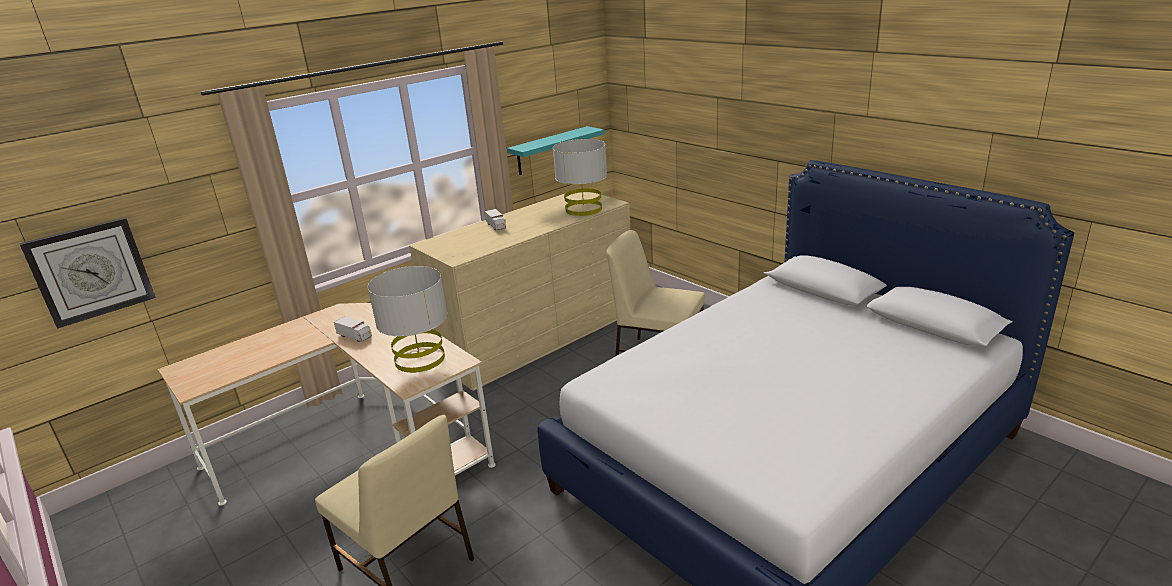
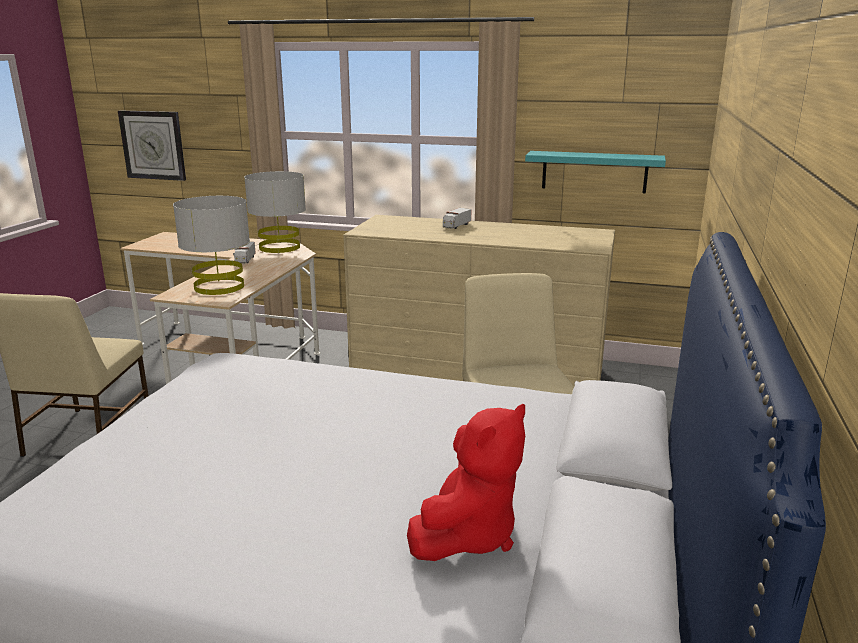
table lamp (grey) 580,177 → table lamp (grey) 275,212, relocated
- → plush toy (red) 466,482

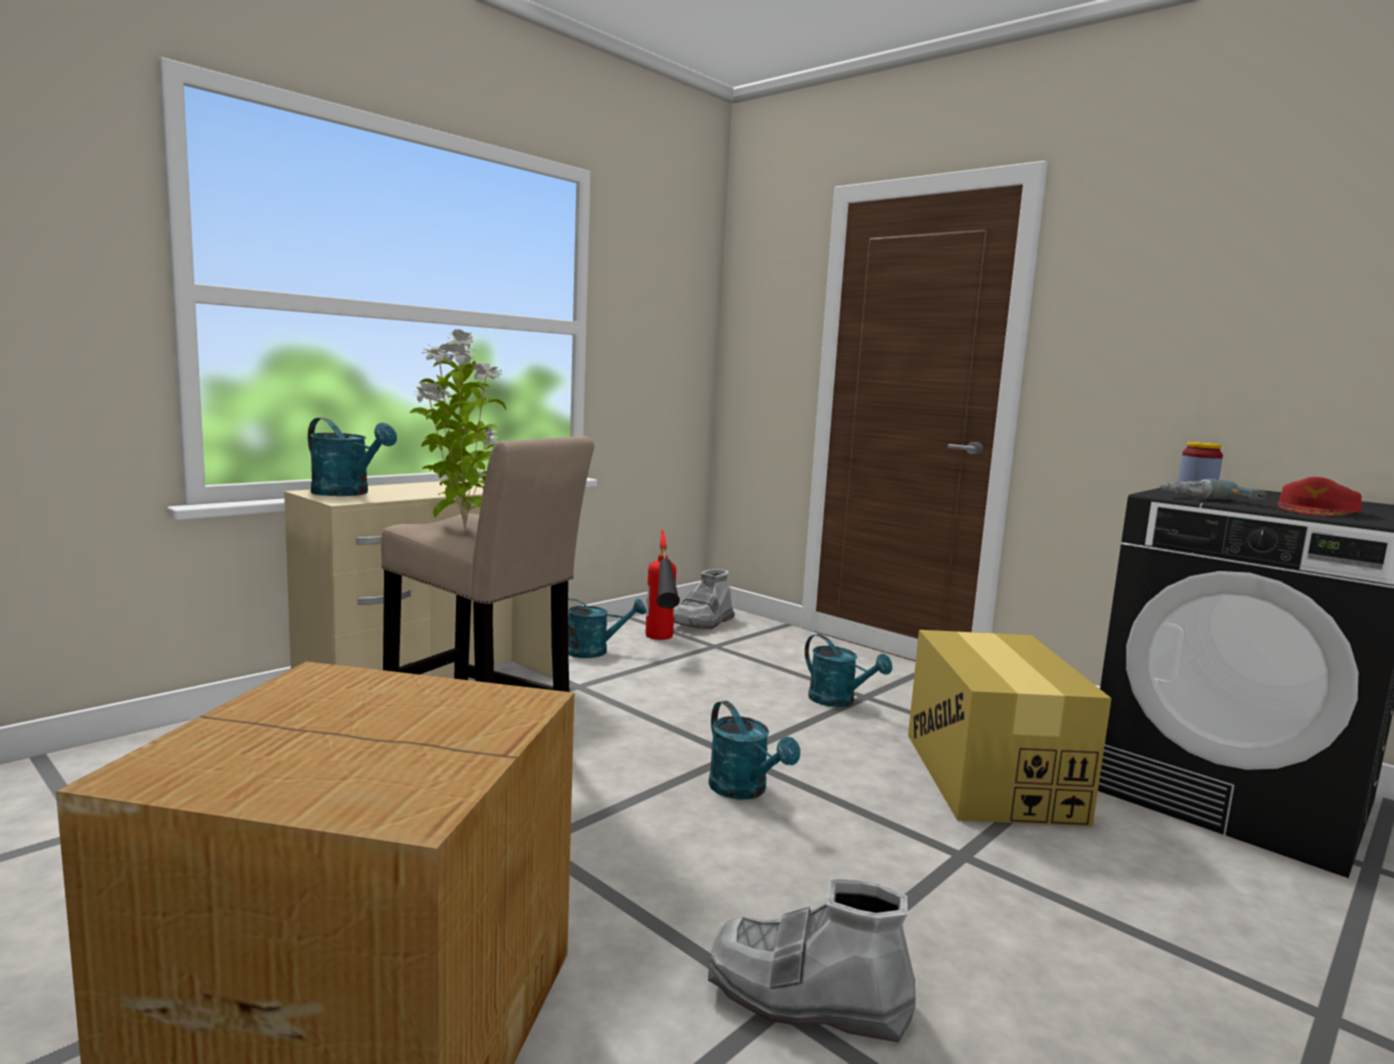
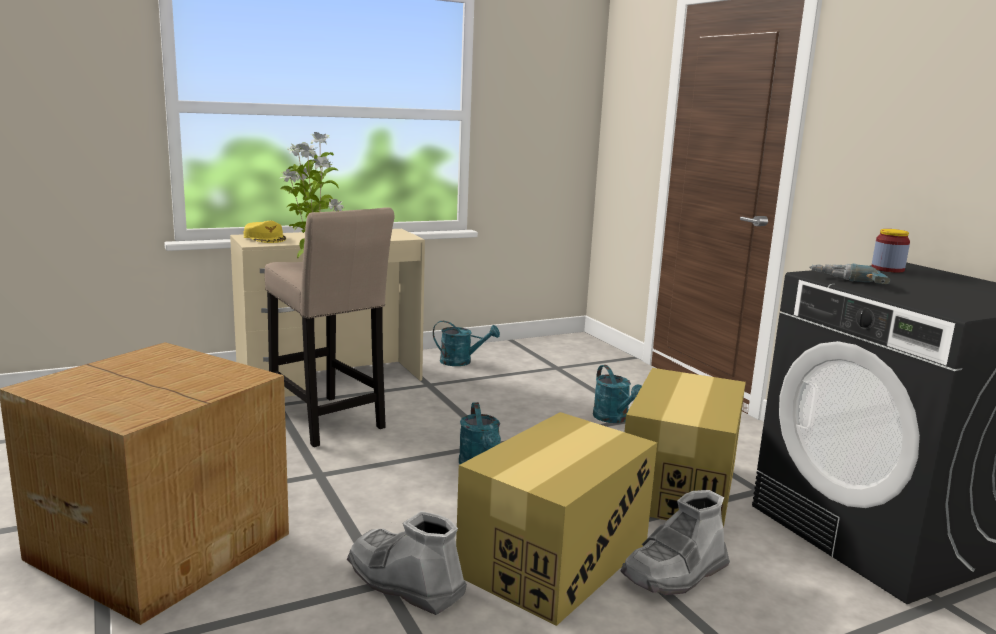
watering can (turquoise) 352,457 → cap (yellow) 264,232
cap (red) 1320,496 → -
fire extinguisher 663,585 → -
boot (grey) 704,599 → boot (grey) 675,542, relocated
- → cardboard box 556,519

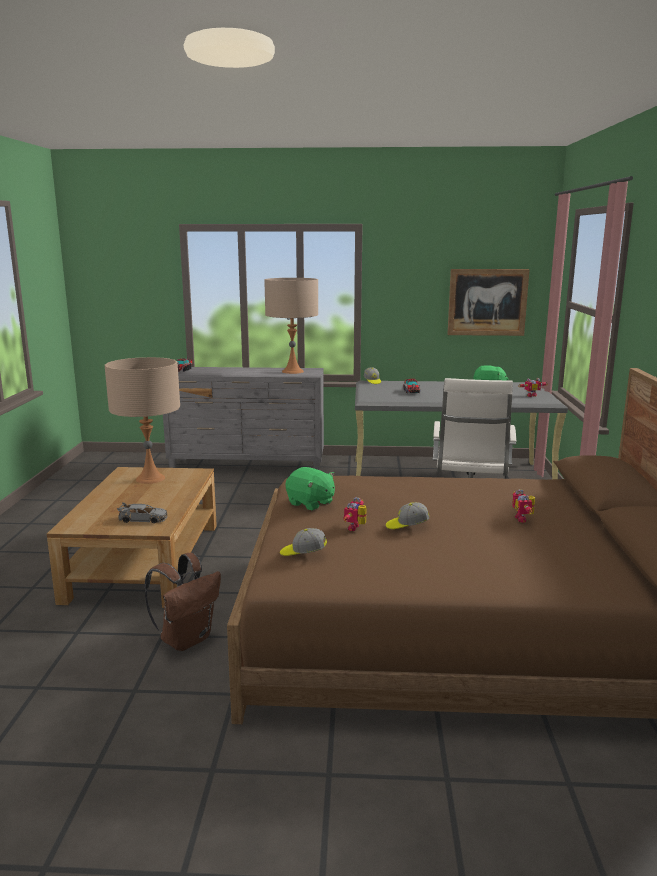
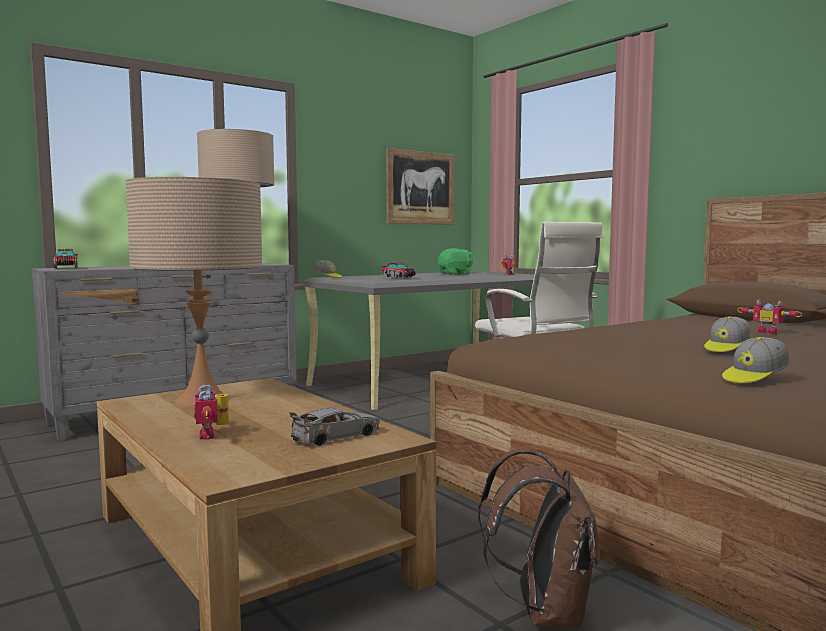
plush toy (green) 310,489 → -
toy robot 354,514 → toy robot 211,412, relocated

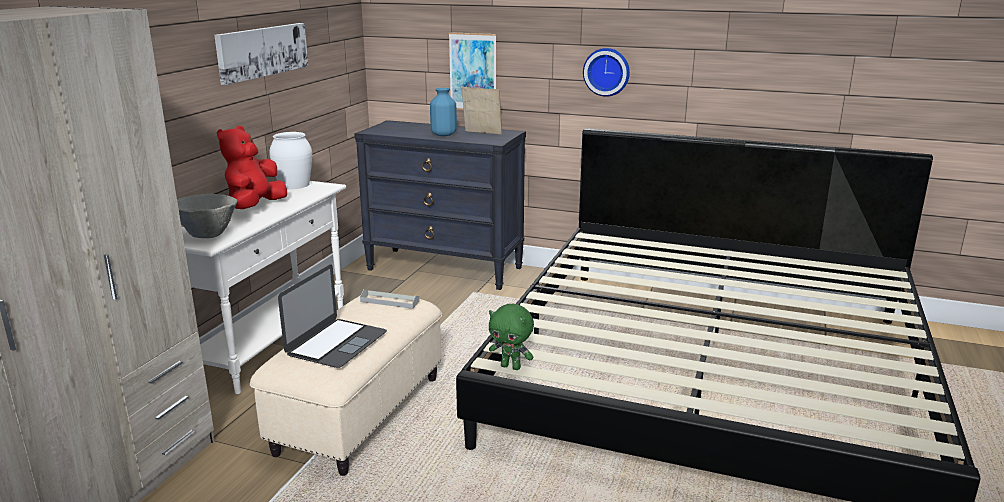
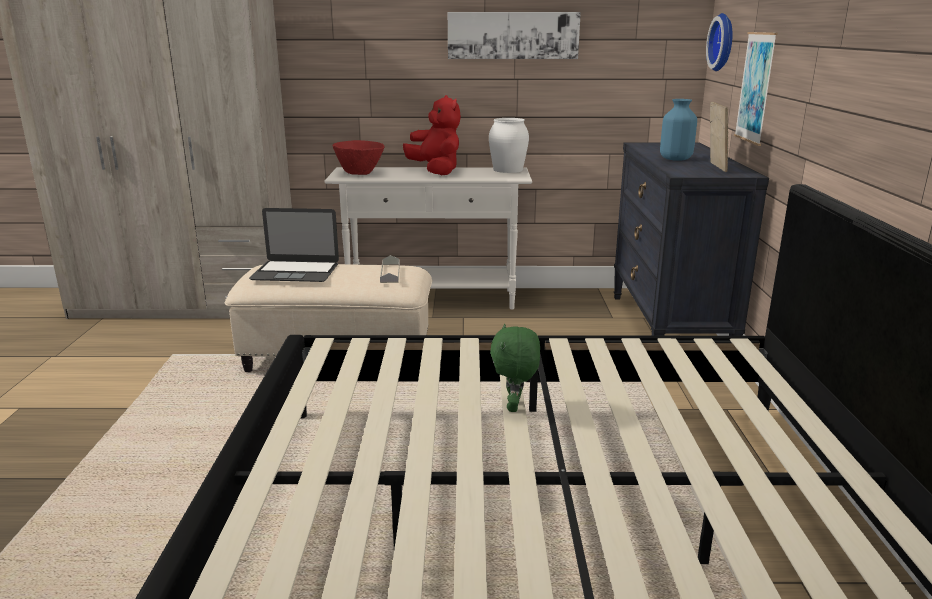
wall clock 606,72 → wall clock 719,42, relocated
plush toy (red) 252,167 → plush toy (red) 432,135, 60 degrees clockwise
bowl (grey) 207,216 → bowl (red) 358,157
plush toy (green) 511,337 → plush toy (green) 515,368, relocated

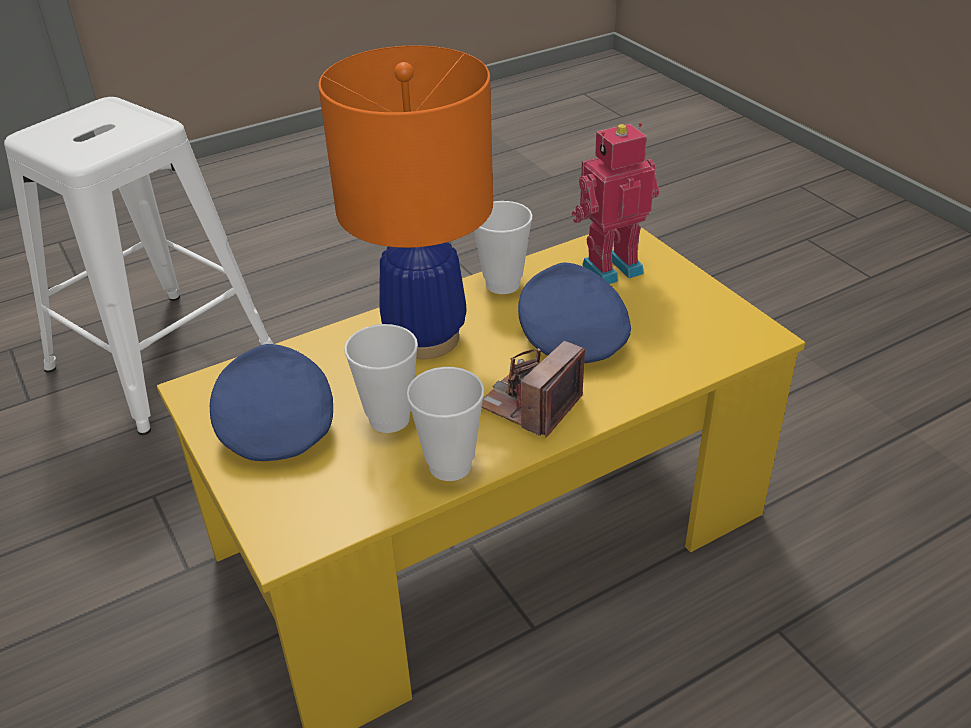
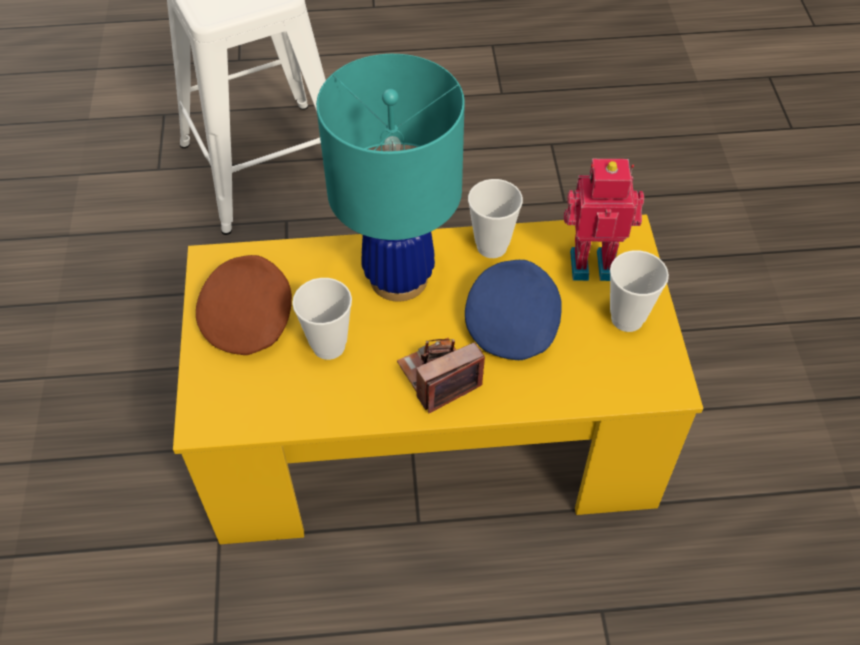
table lamp (orange) 405,202 → table lamp (turquoise) 390,178
cap (blue) 271,402 → cap (brown) 244,305
cup 445,424 → cup 639,291, relocated

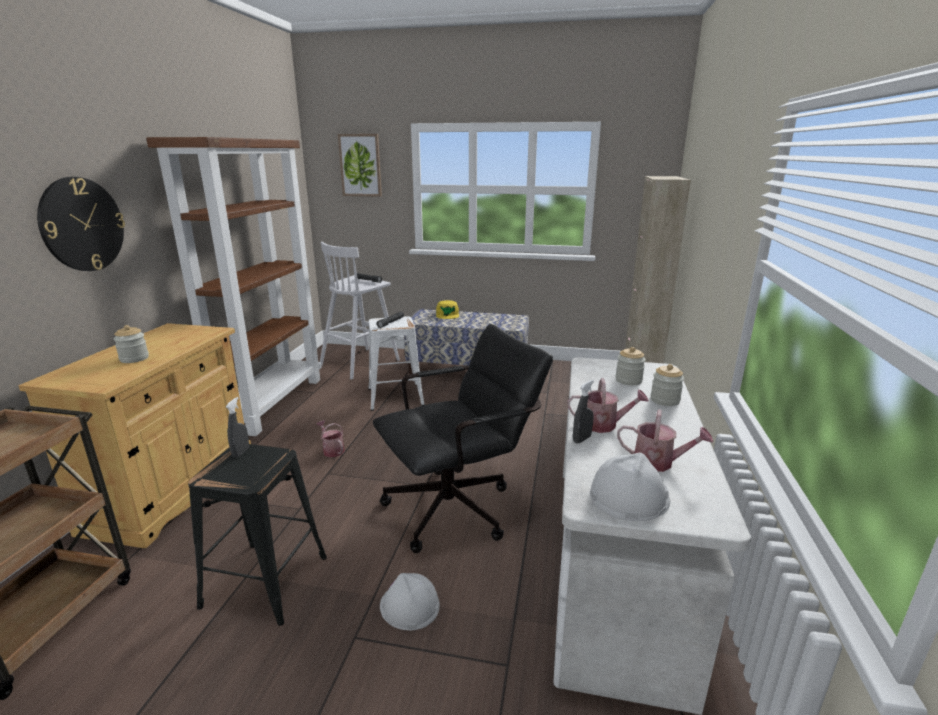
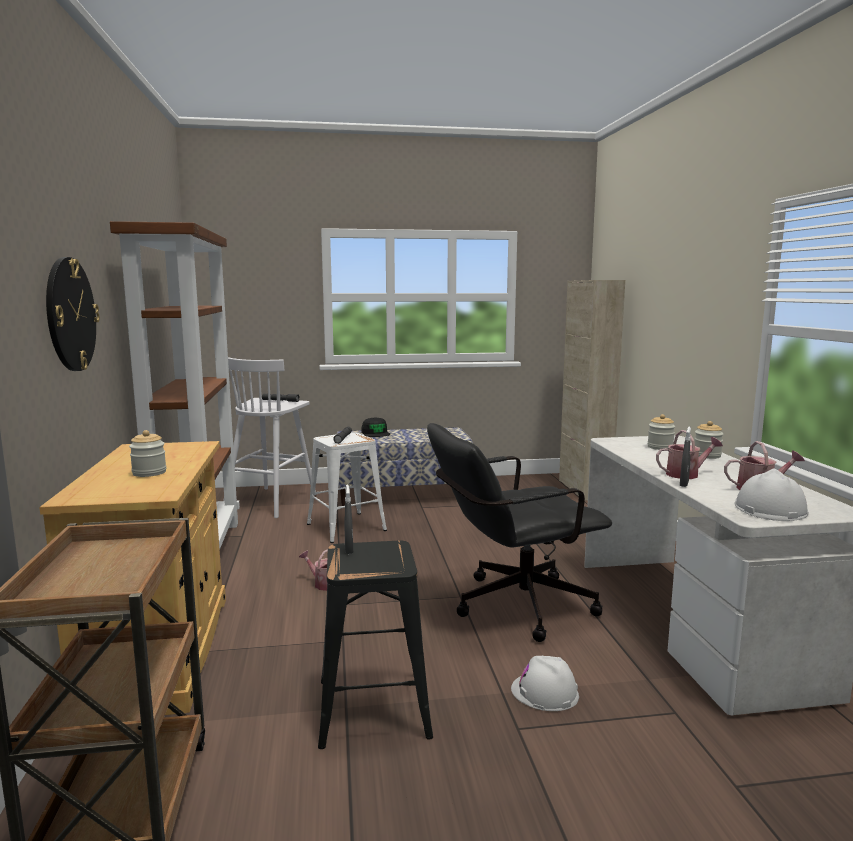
picture 360,165 → -
cap (yellow) 447,309 → cap (black) 375,427
office chair (black) 463,438 → office chair (black) 519,532, 150 degrees counterclockwise

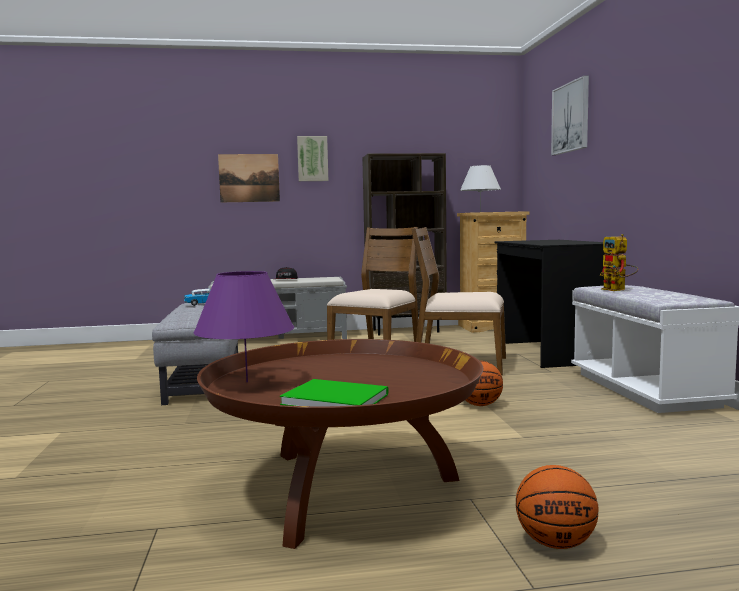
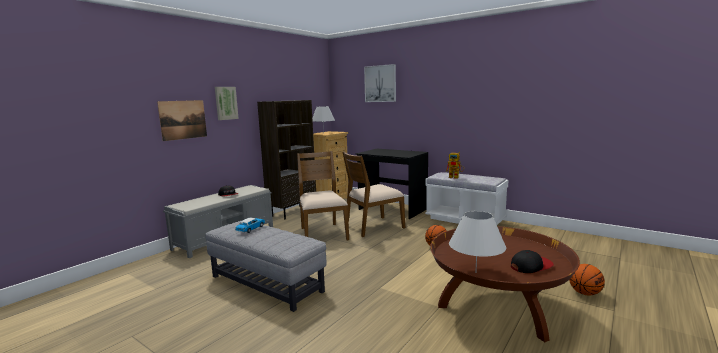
table lamp (purple) 244,326 → table lamp (white) 477,242
book (green) 334,392 → cap 532,261

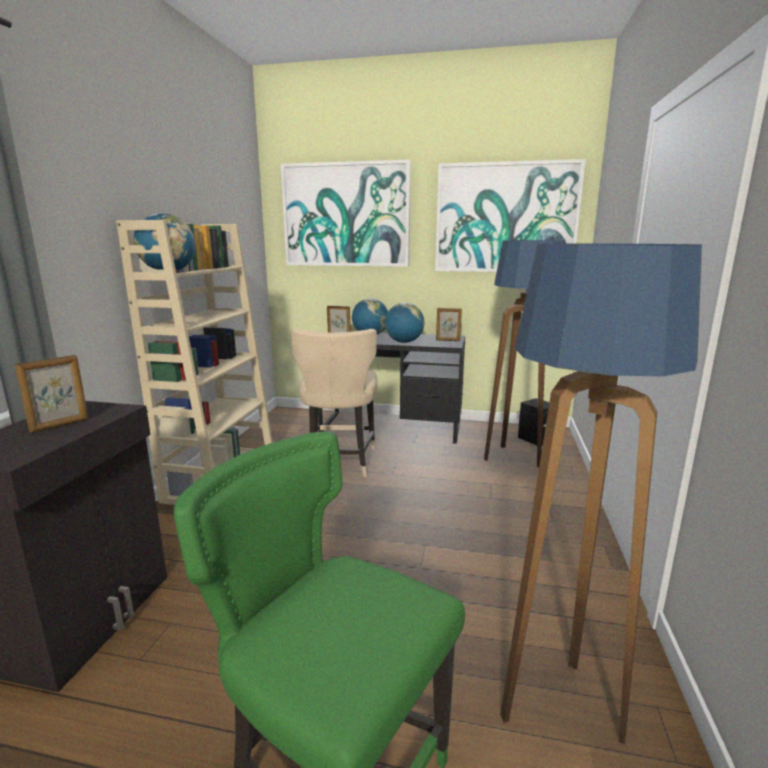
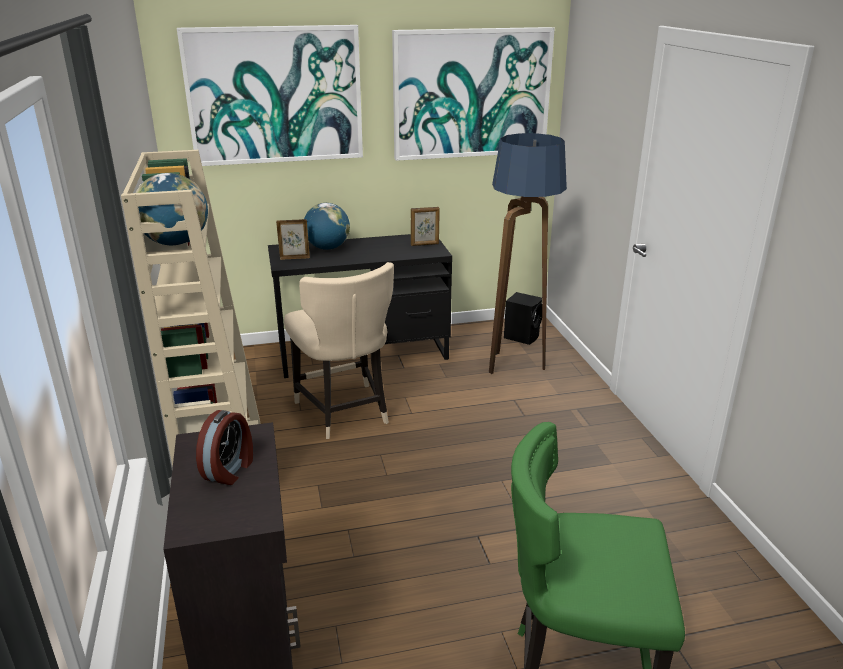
floor lamp 601,494 → -
globe 405,323 → -
picture frame 51,394 → alarm clock 224,447

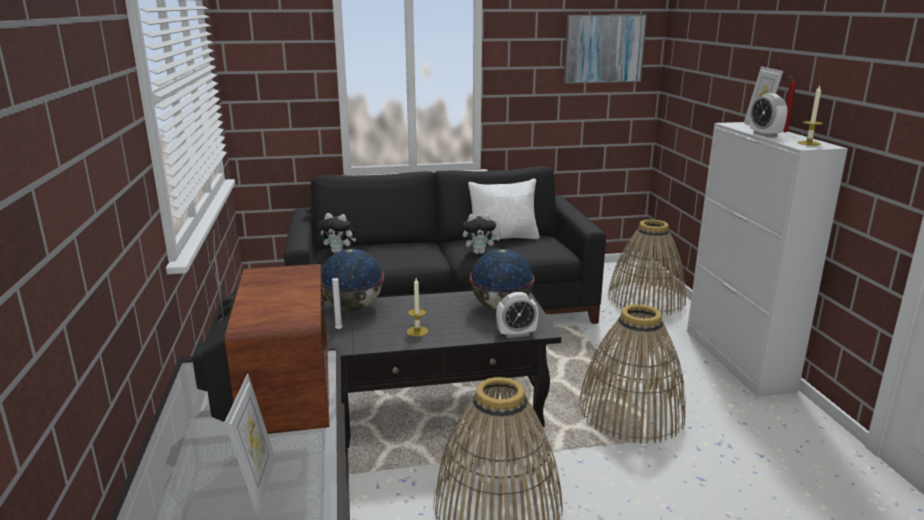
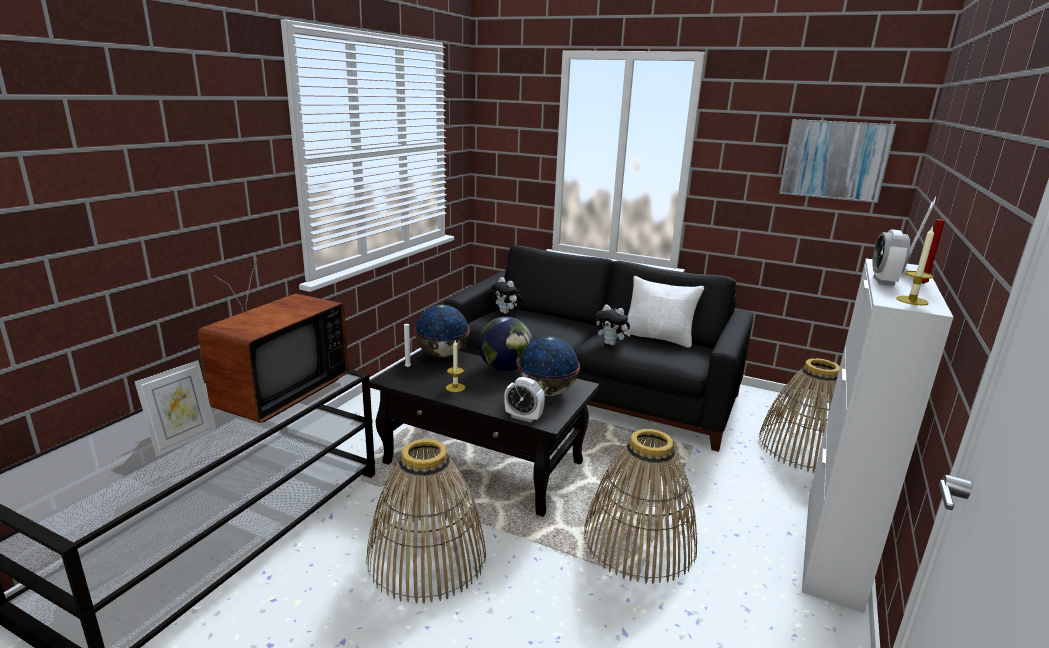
- → globe 505,344

